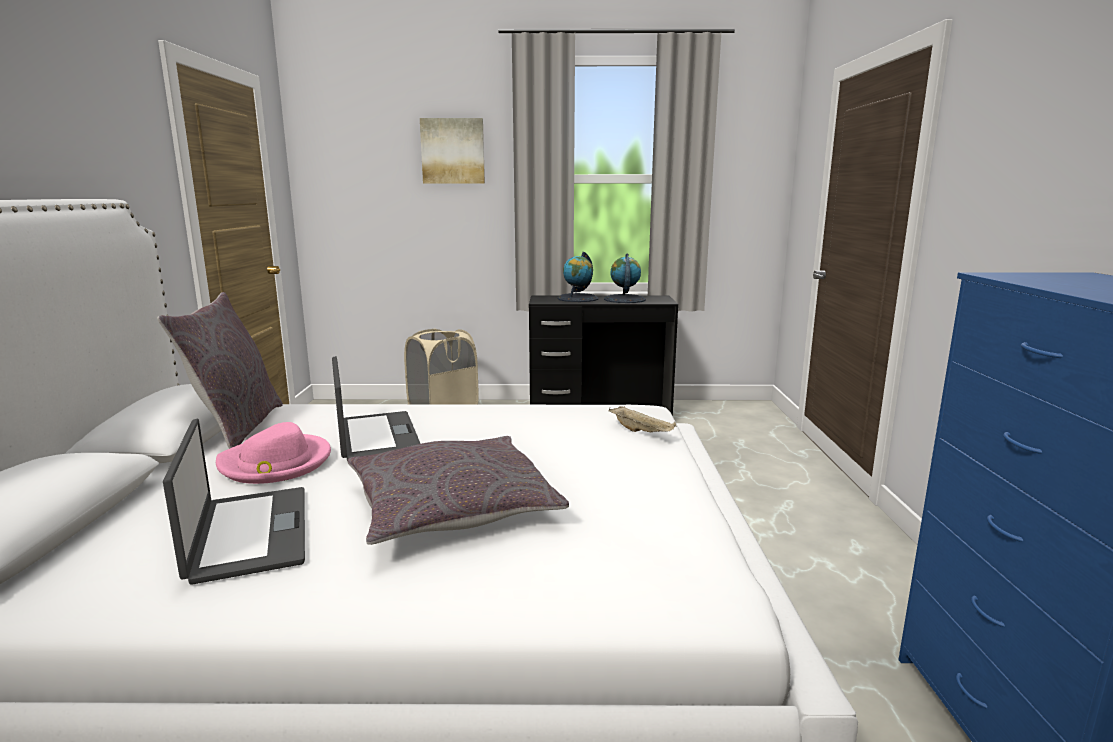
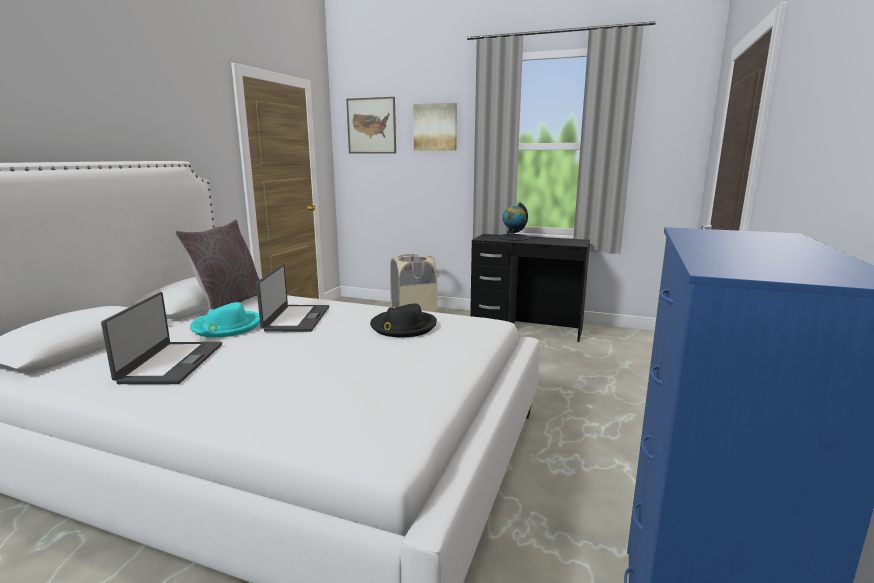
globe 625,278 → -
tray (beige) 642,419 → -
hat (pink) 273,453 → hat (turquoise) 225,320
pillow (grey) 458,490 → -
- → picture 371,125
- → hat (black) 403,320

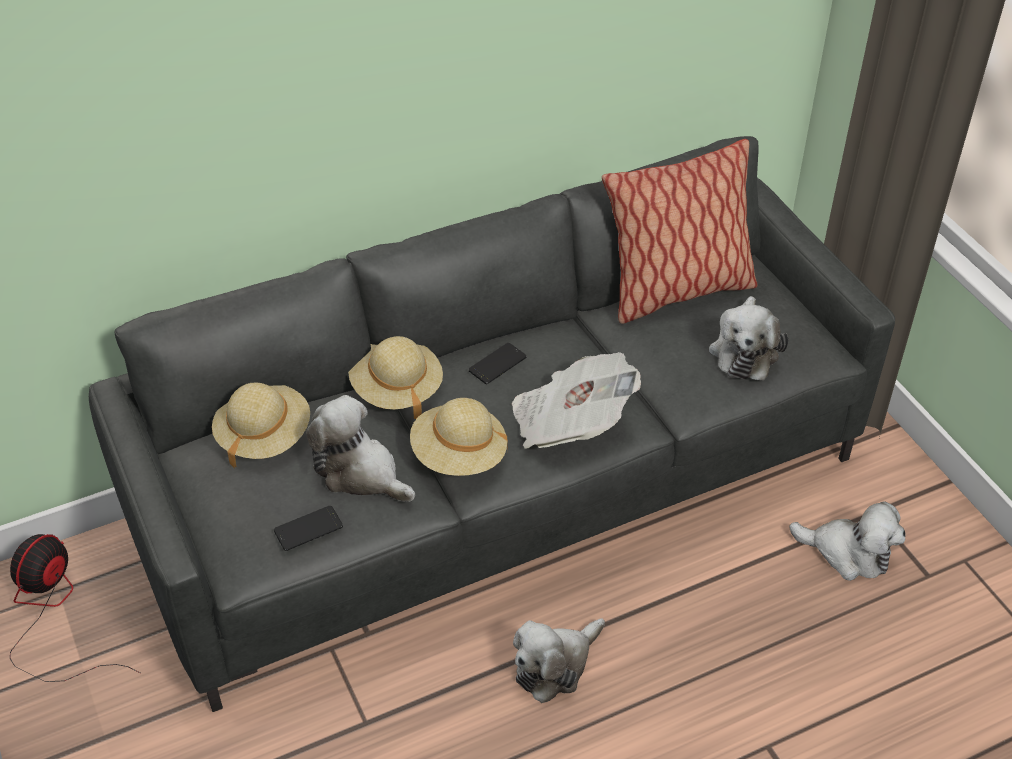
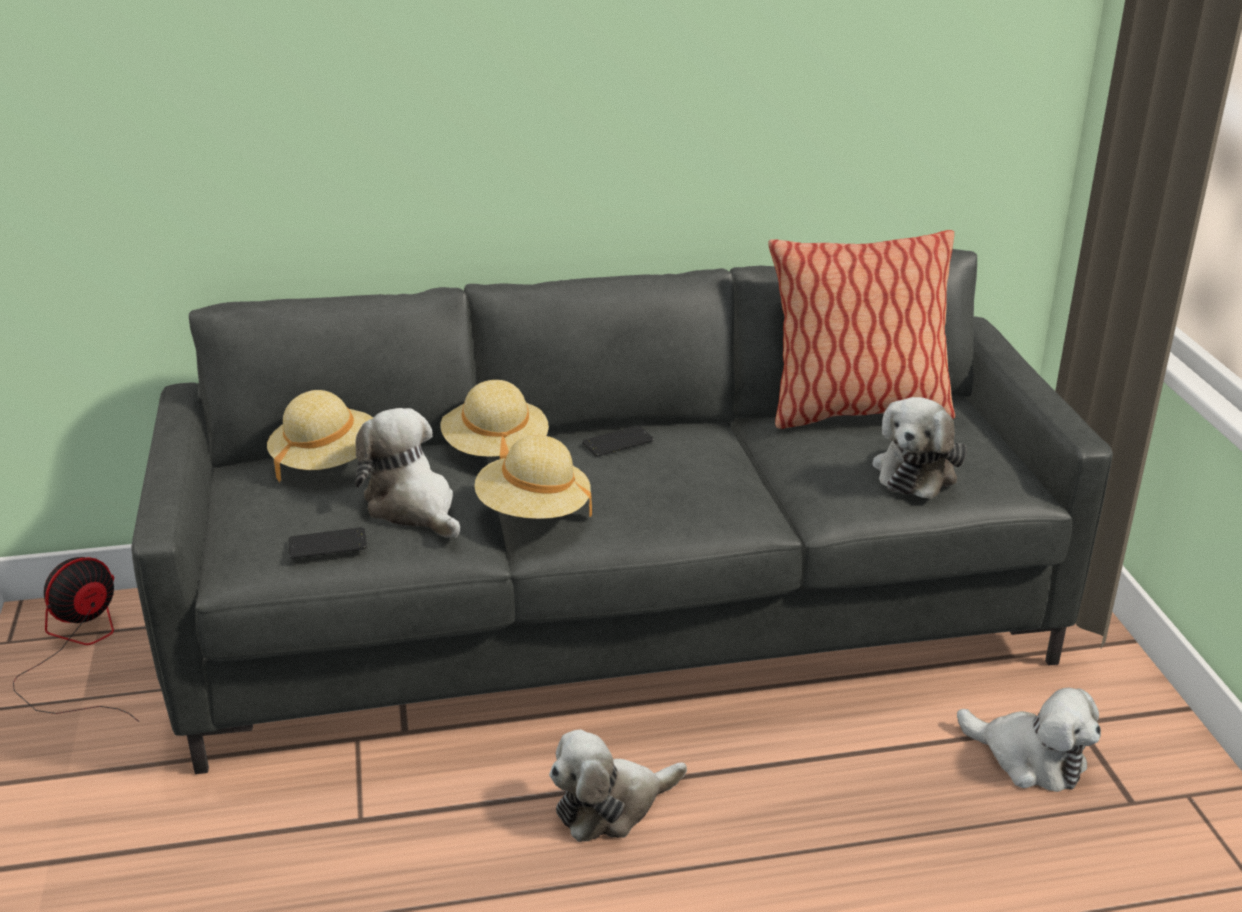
newspaper 576,400 → -

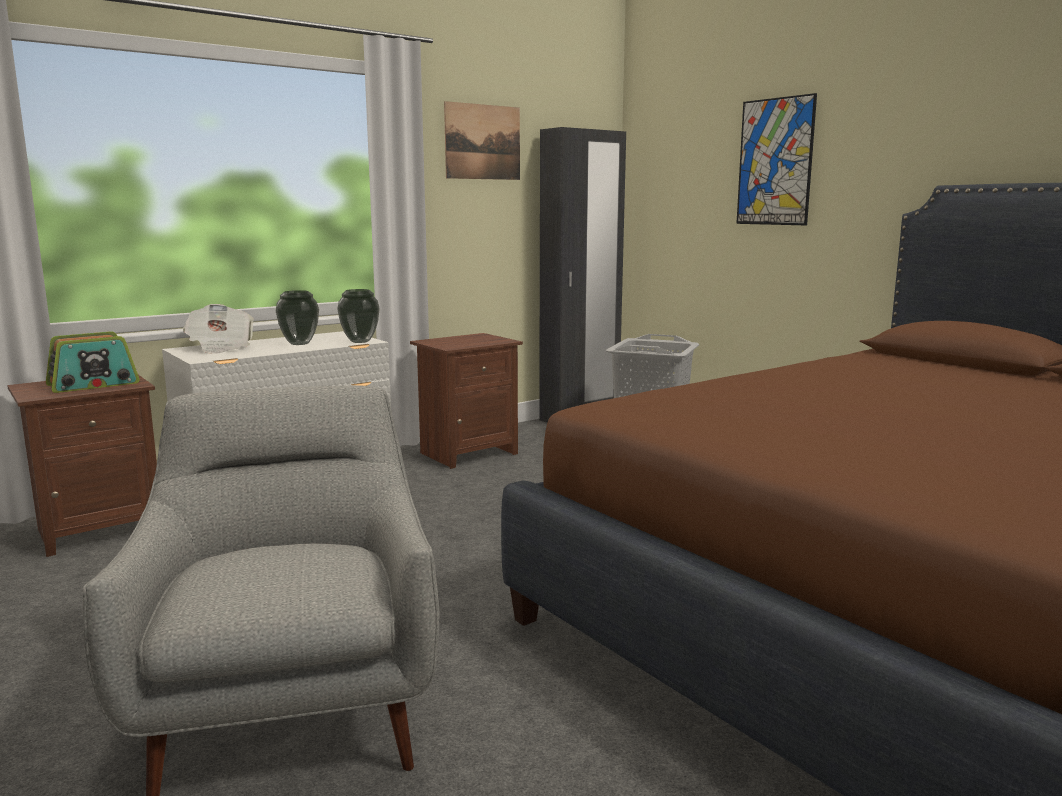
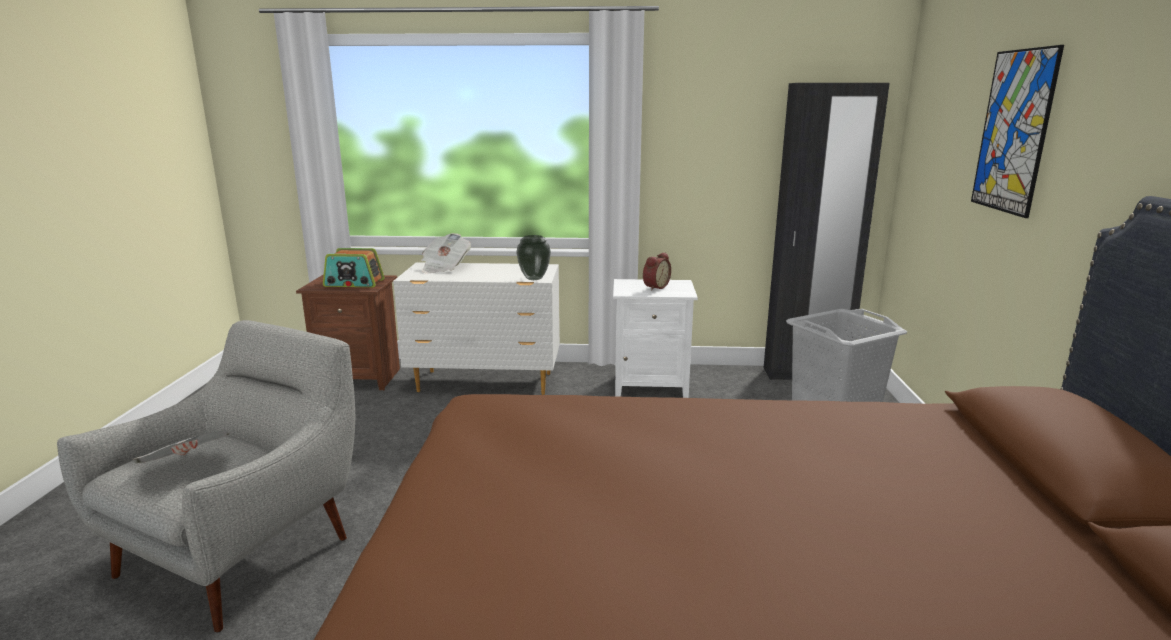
picture 482,140 → -
vase 297,317 → -
nightstand (brown) 466,401 → nightstand (white) 655,338
- → alarm clock 657,271
- → newspaper 181,446

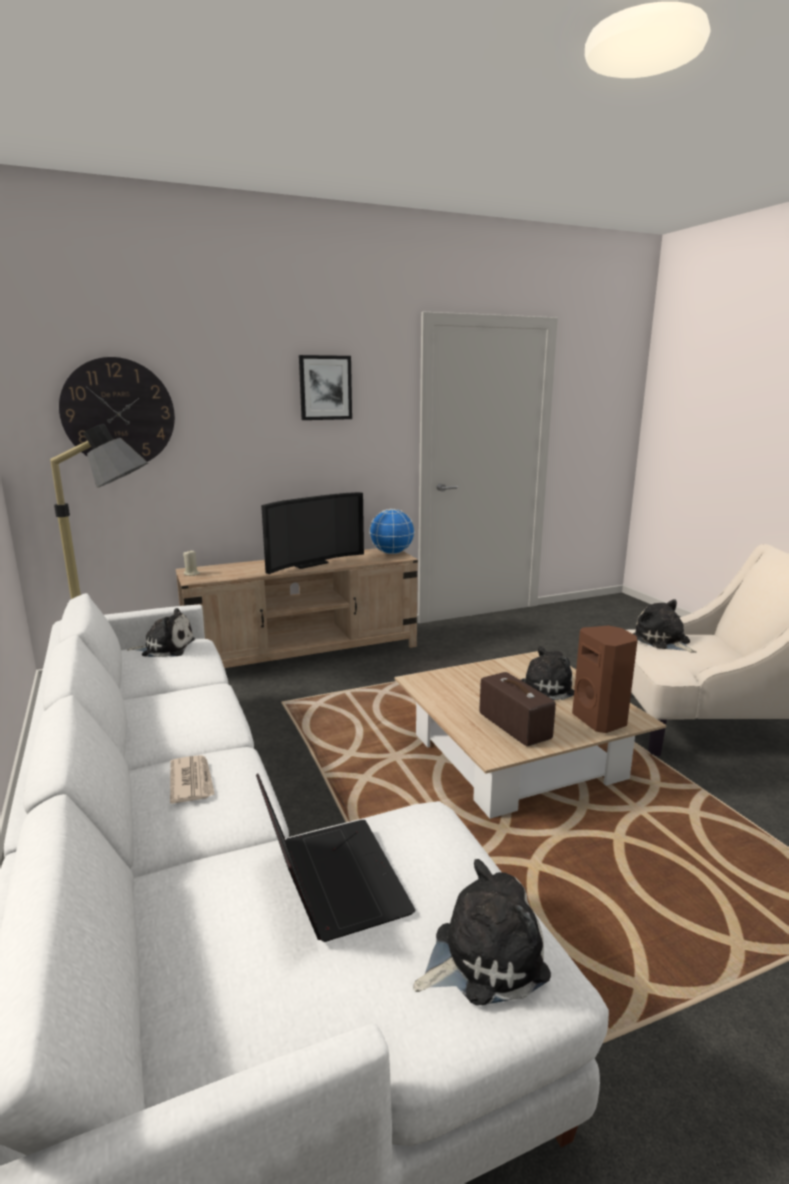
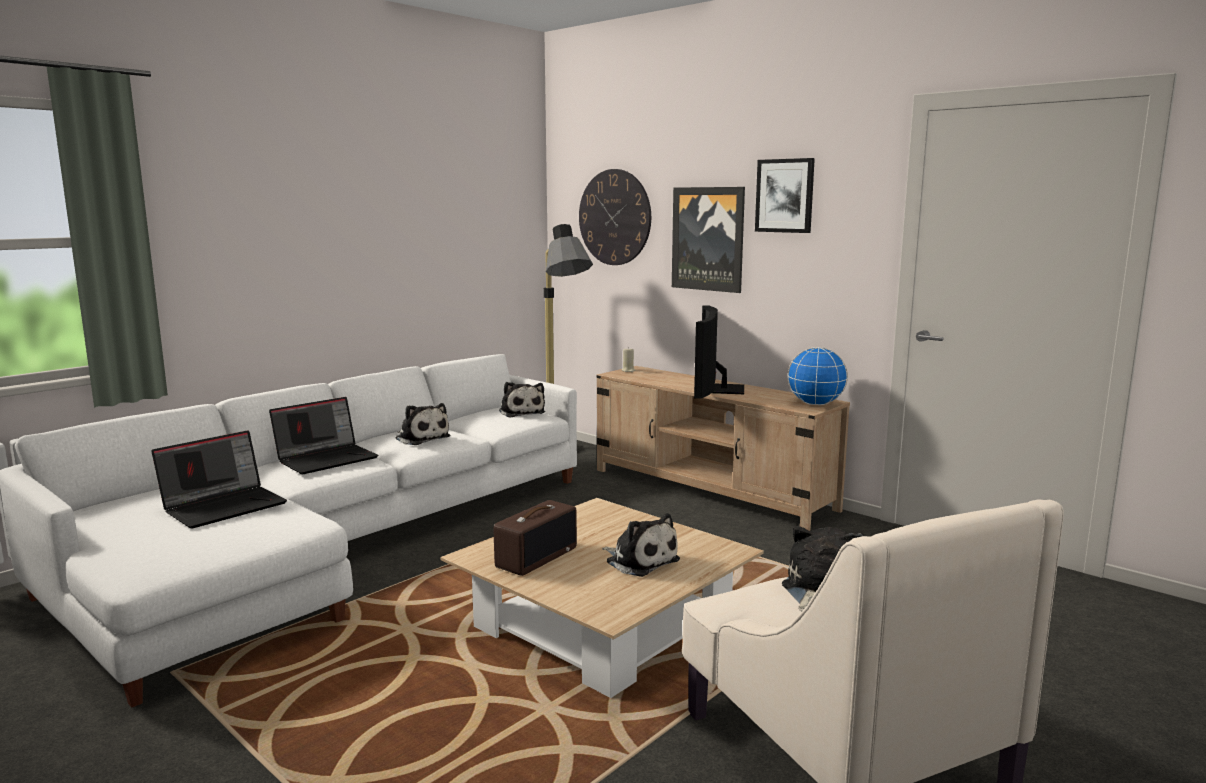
television 312,533 → television 719,352, 75 degrees clockwise
speaker (brown) 605,679 → -
newspaper 192,779 → laptop 323,435
plush toy 482,932 → plush toy 422,424, relocated
- → picture 708,240

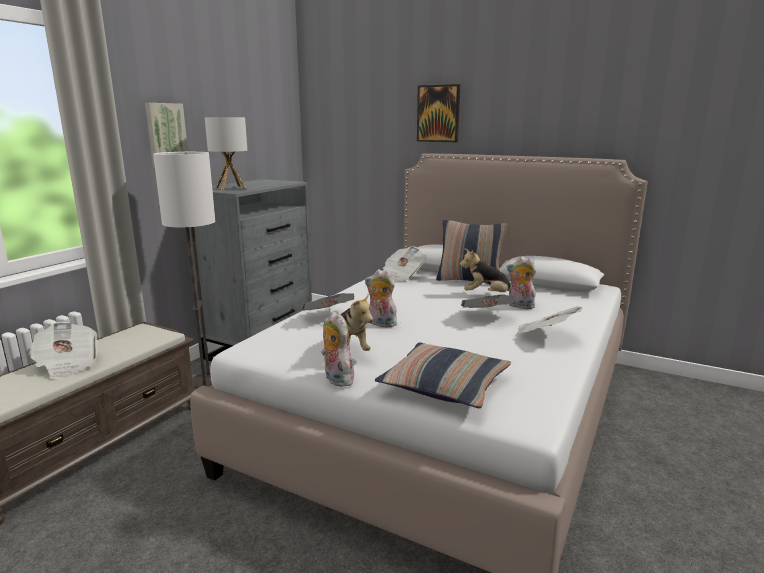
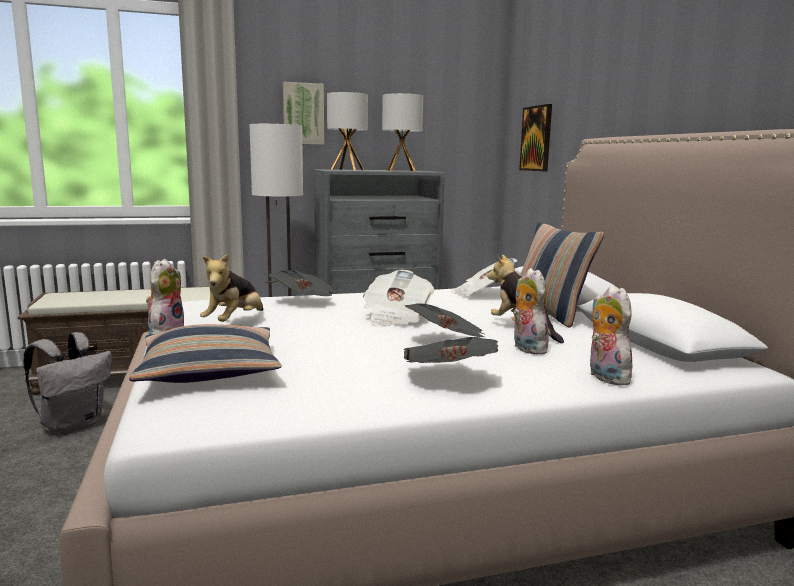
picture 438,113 → picture 535,137, relocated
plush toy 381,298 → plush toy 611,335, relocated
newspaper 63,350 → newspaper 398,298, relocated
- → table lamp 402,132
- → backpack (grey) 67,383

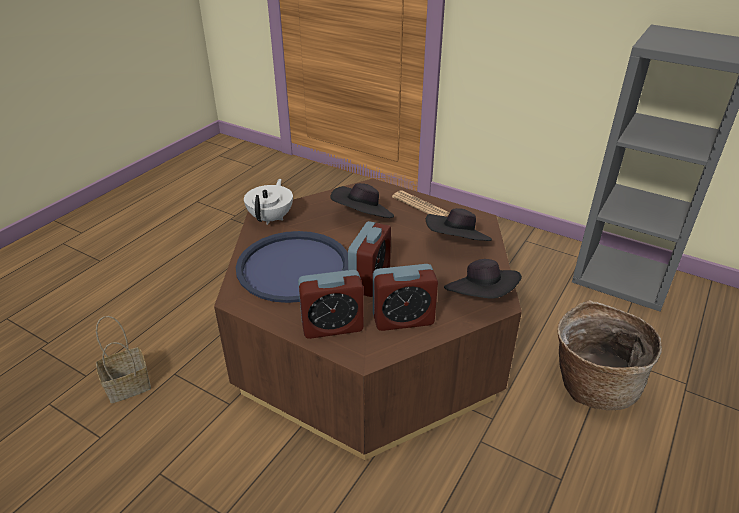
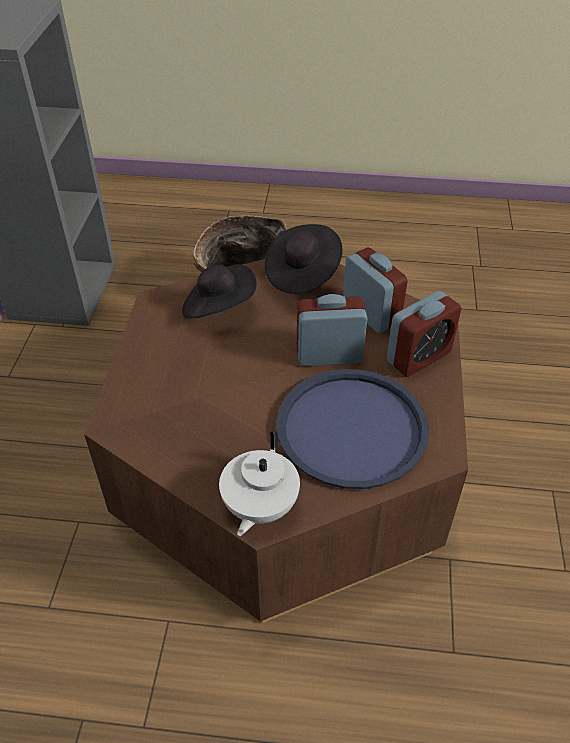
teapot (white) 268,202 → teapot (white) 259,483, 60 degrees counterclockwise
hat (black) 362,200 → -
newspaper 420,203 → -
alarm clock 331,304 → alarm clock 424,334, 90 degrees clockwise
basket 123,359 → -

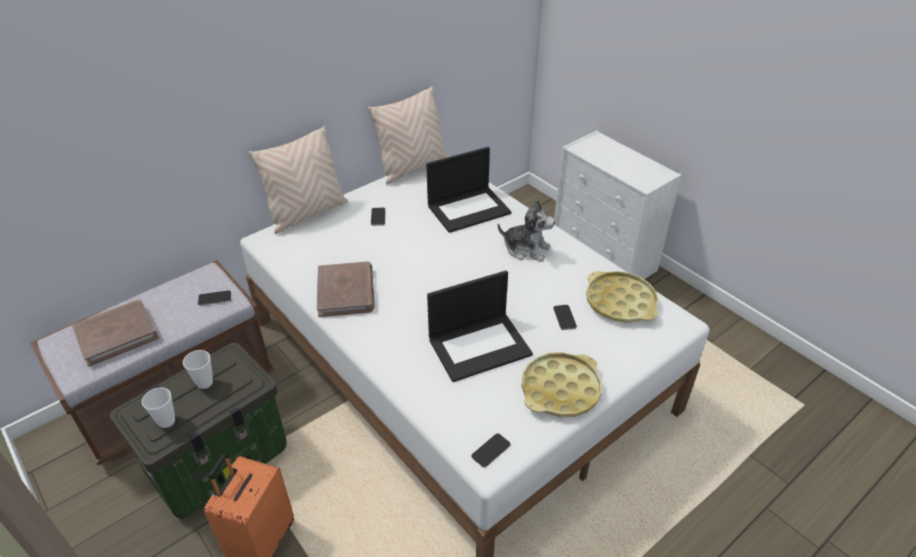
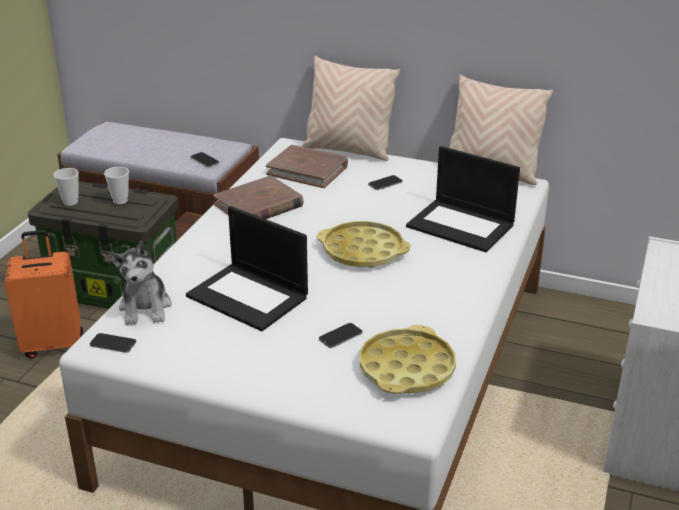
plush toy 526,230 → plush toy 141,283, relocated
book (brown) 115,333 → book (brown) 307,166, relocated
tray (yellow) 562,384 → tray (yellow) 363,244, relocated

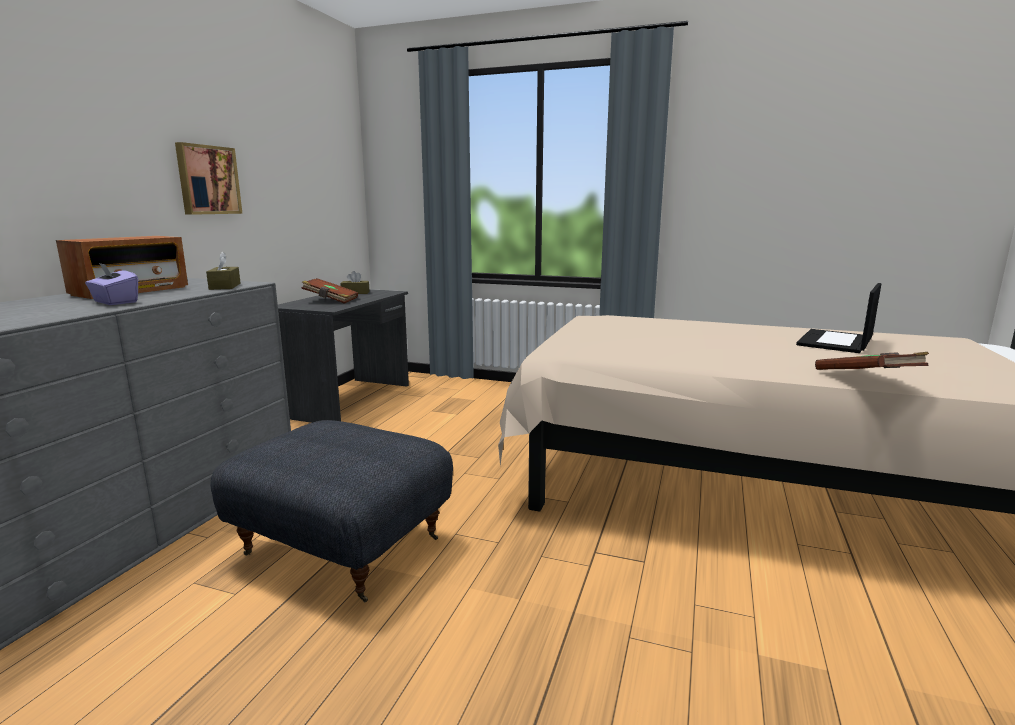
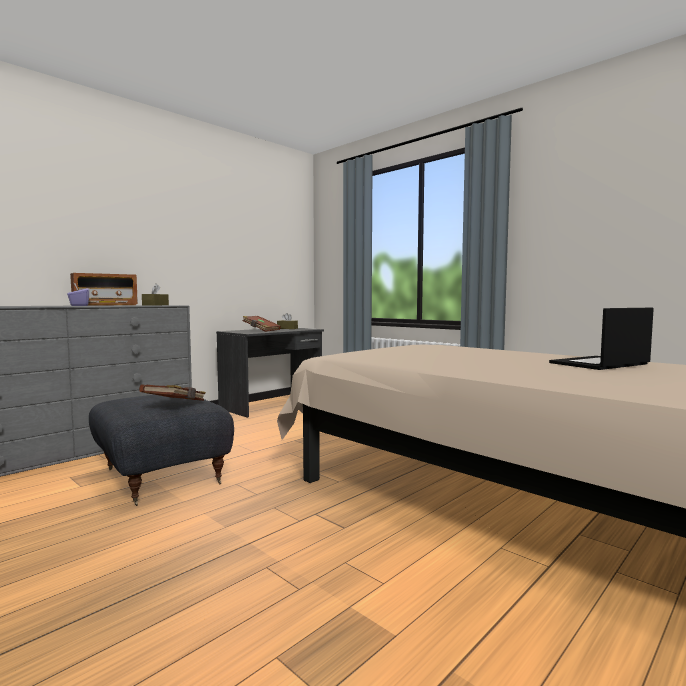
picture 209,178 → -
book (brown) 872,361 → book (brown) 172,392, relocated

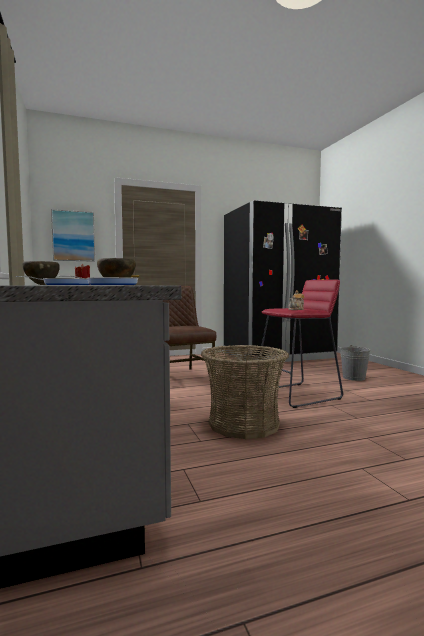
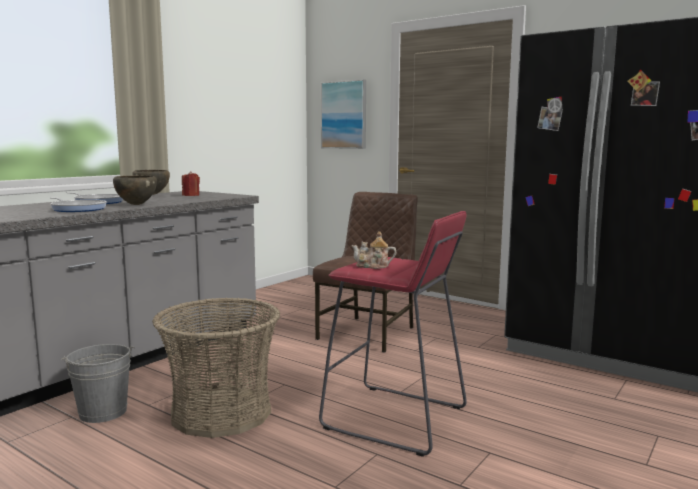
bucket (grey) 355,363 → bucket (grey) 98,383, relocated

